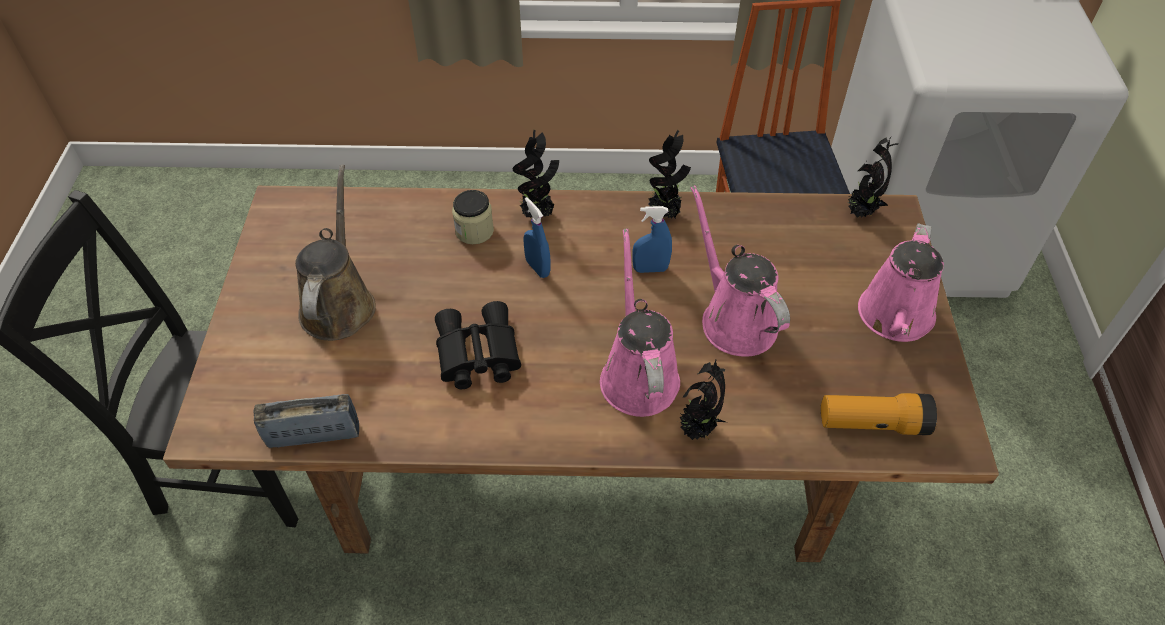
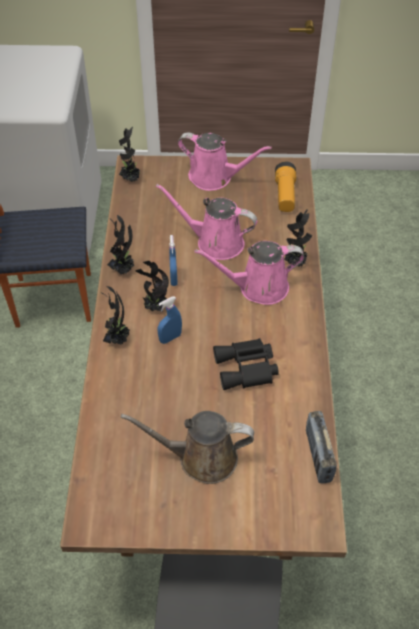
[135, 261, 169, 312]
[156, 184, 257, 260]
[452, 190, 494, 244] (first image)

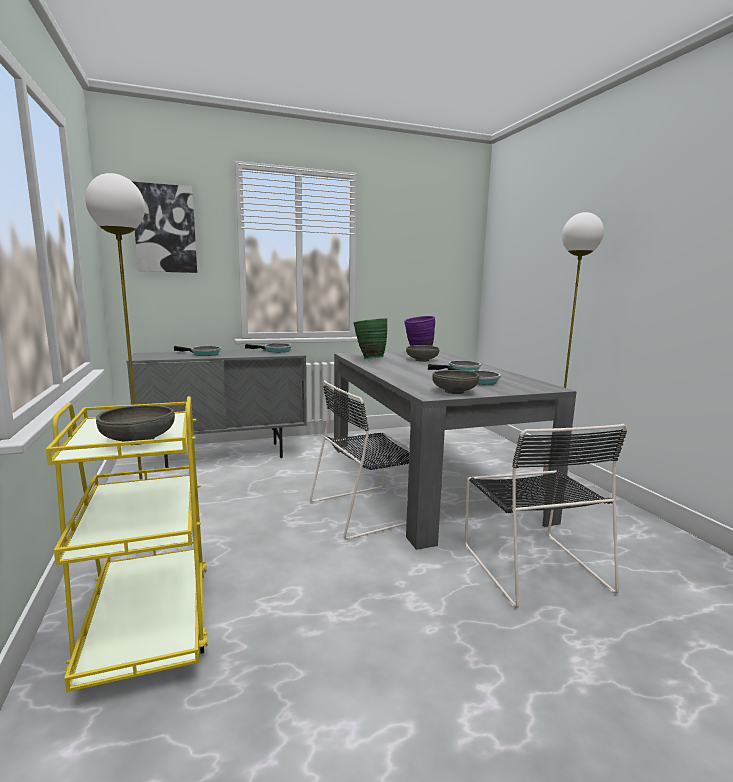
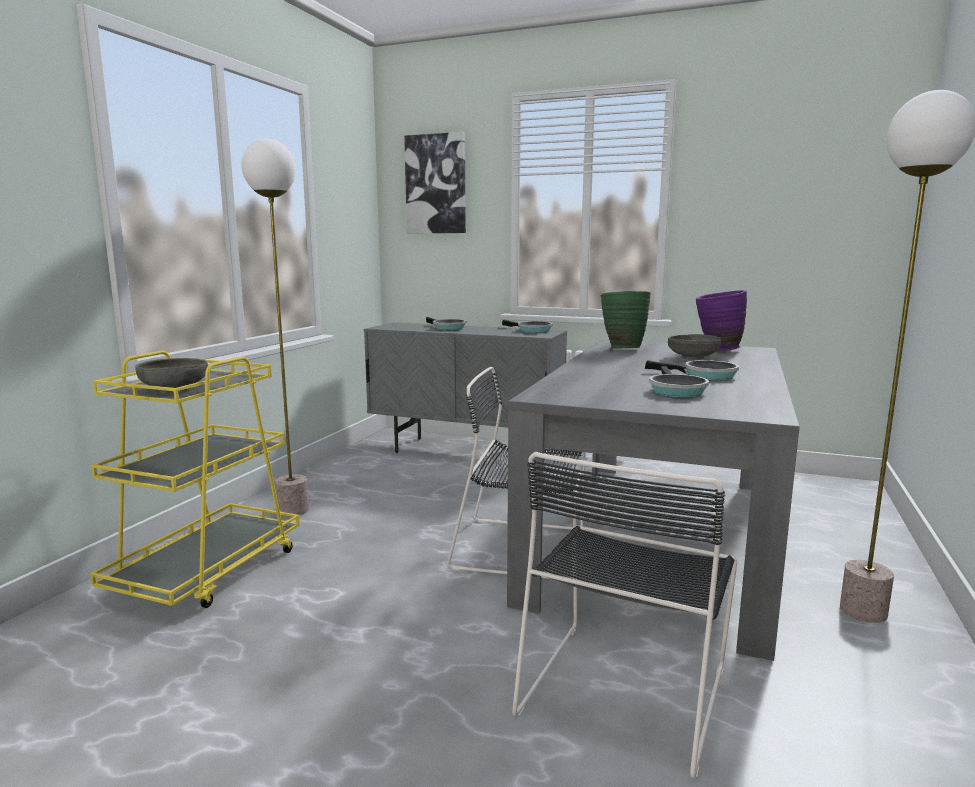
[432, 370, 479, 394] (first image)

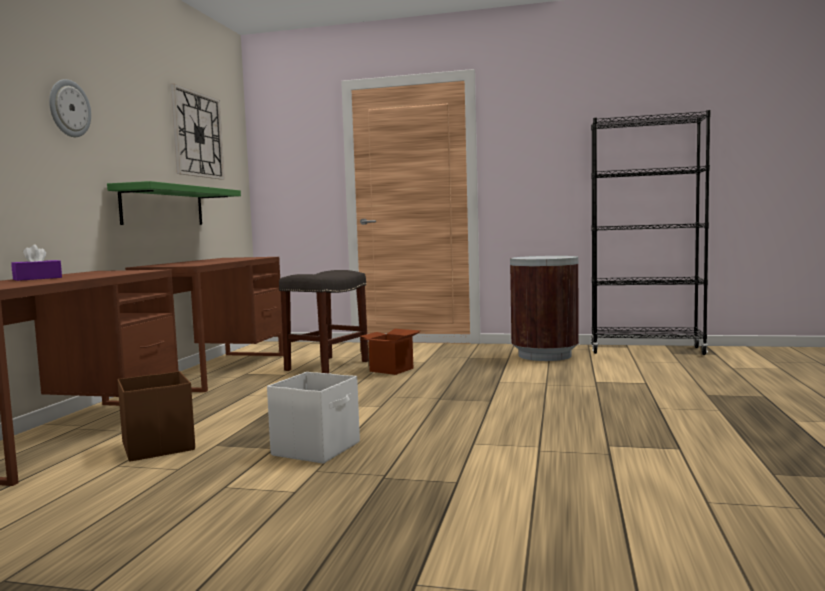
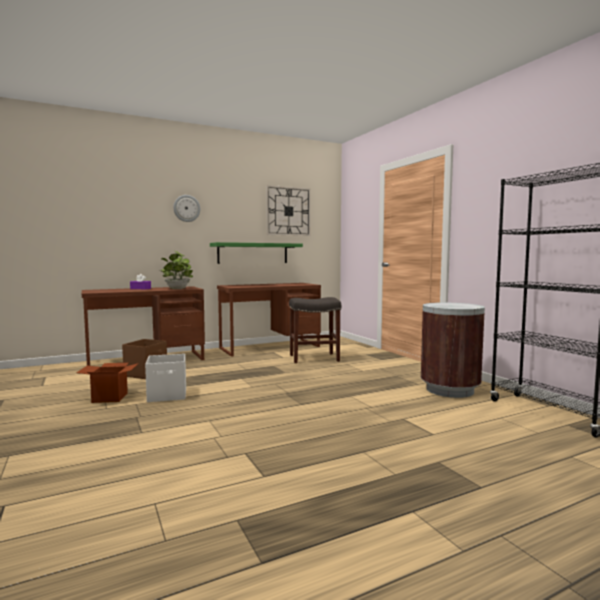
[76, 363, 139, 403]
[160, 251, 193, 289]

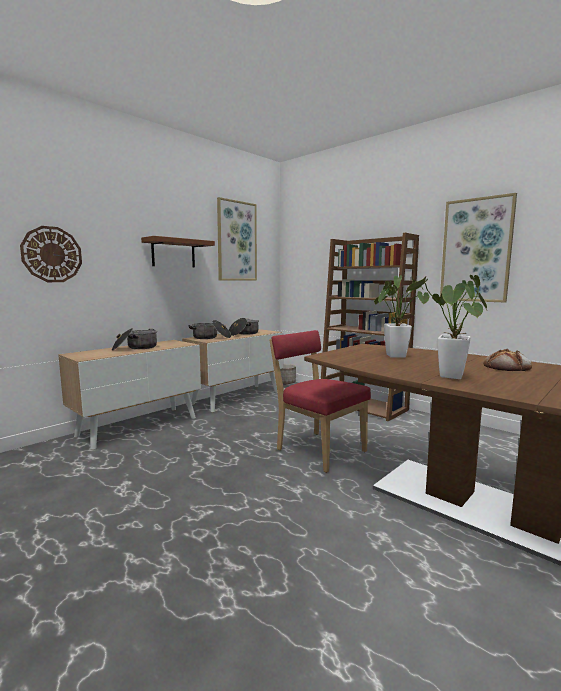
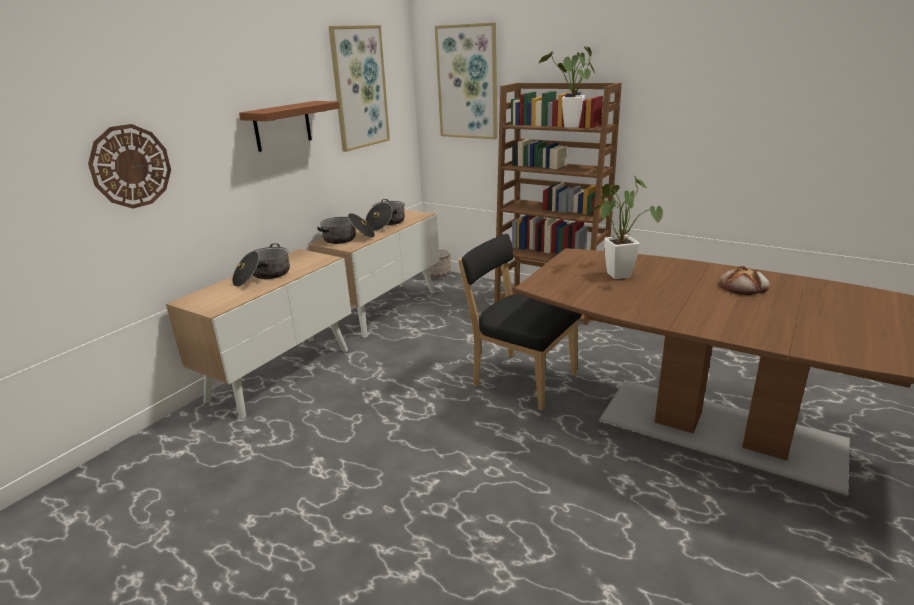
[435, 22, 498, 139]
[458, 234, 581, 411]
[539, 47, 595, 128]

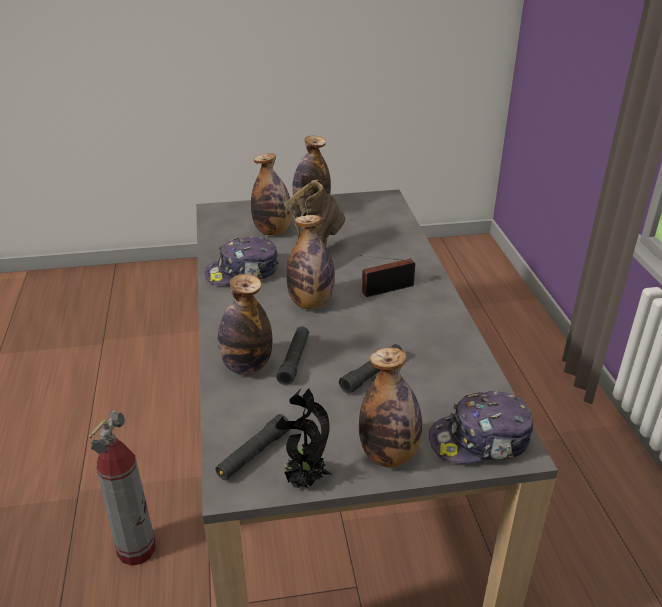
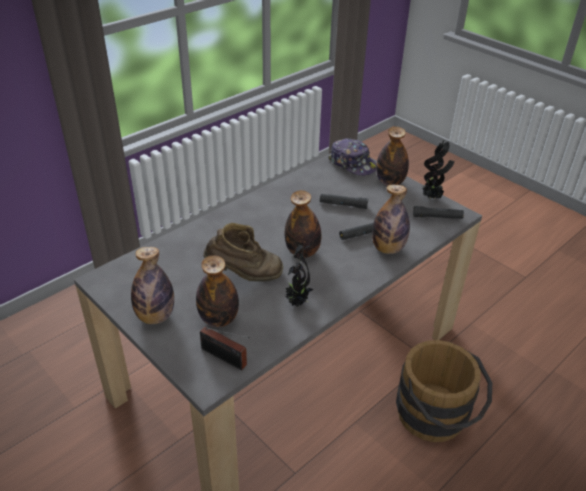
[200, 326, 250, 370]
[286, 242, 314, 307]
[396, 340, 492, 442]

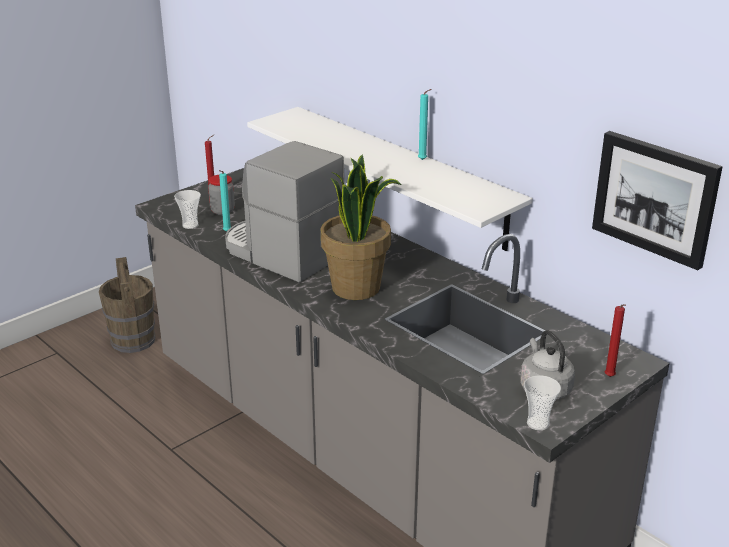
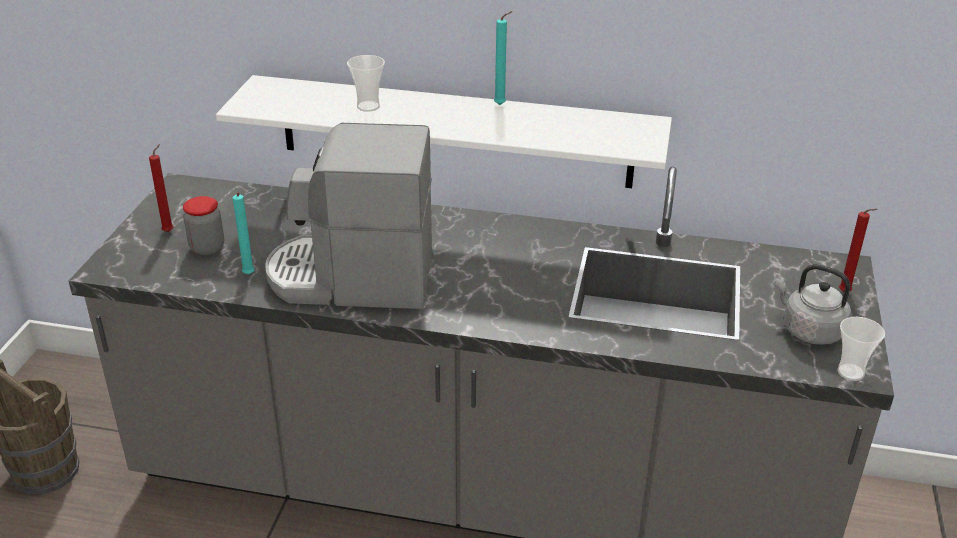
[347, 55, 385, 112]
[321, 154, 402, 300] (first image)
[592, 131, 723, 270] (first image)

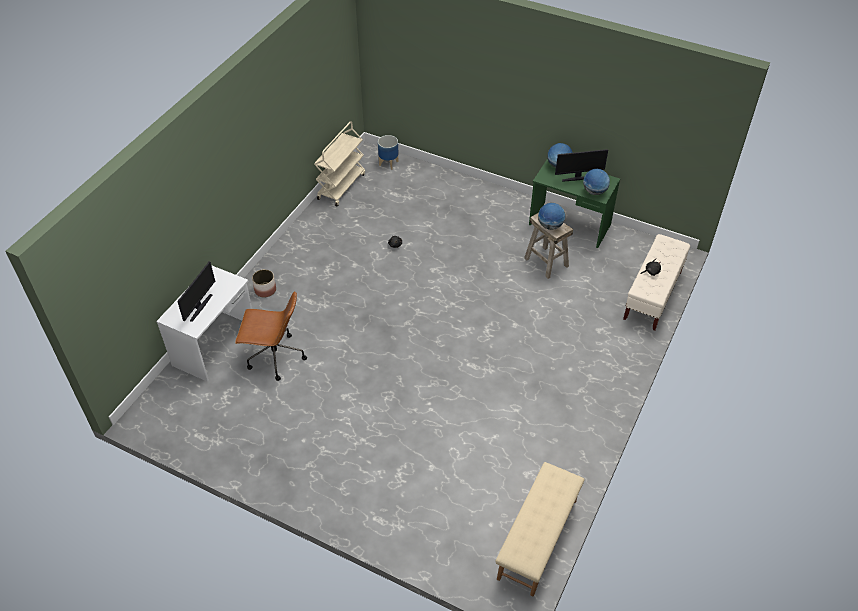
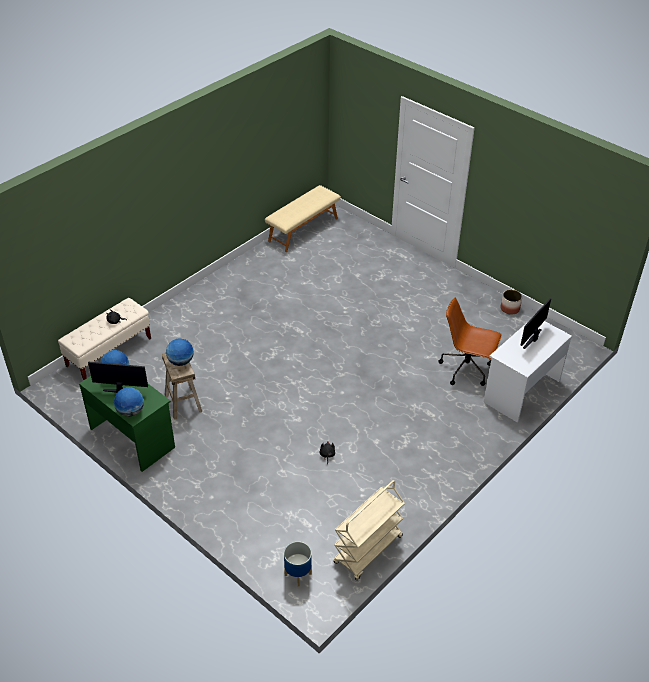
[500, 290, 522, 315]

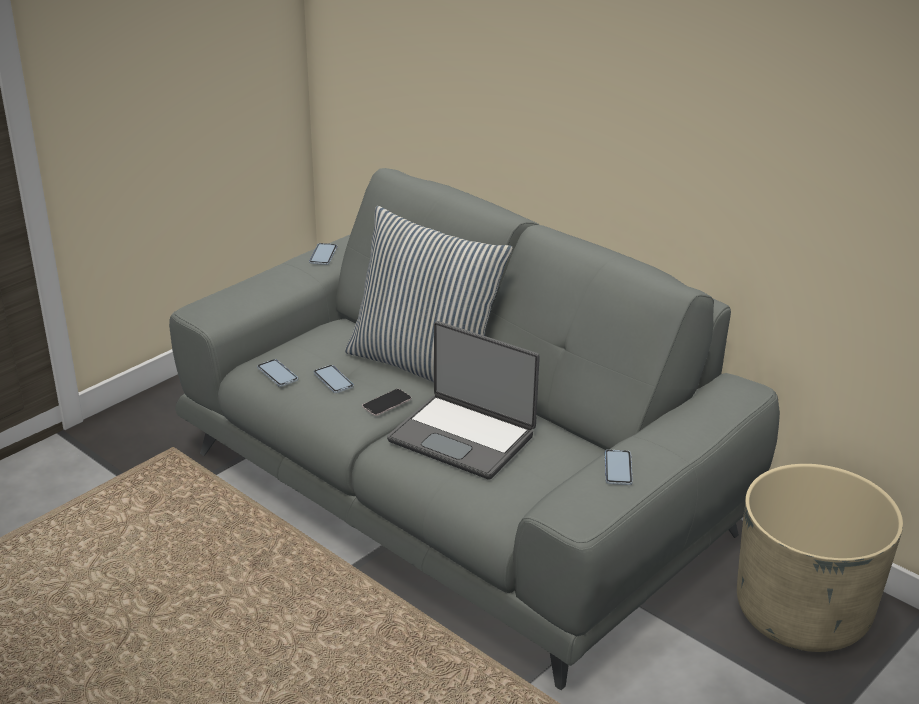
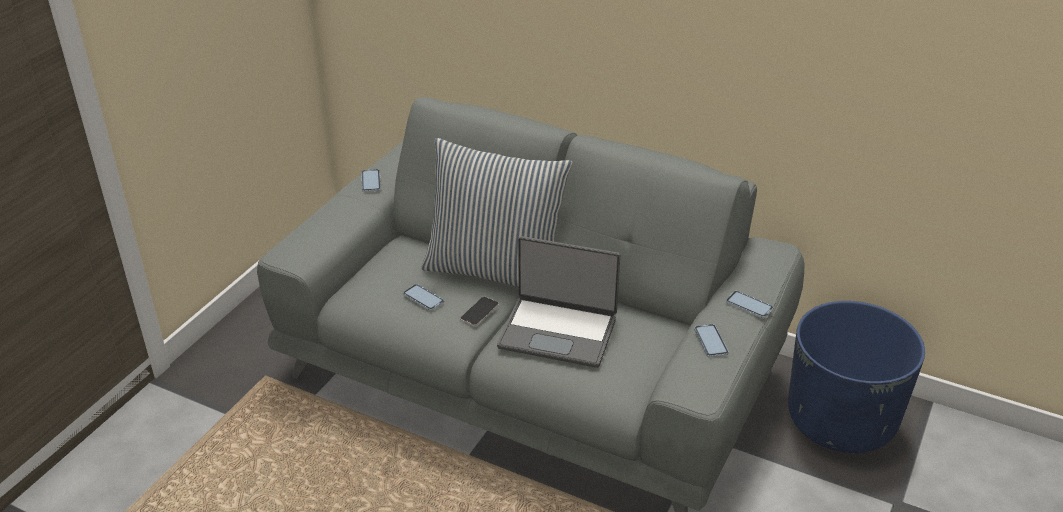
[726, 291, 774, 318]
[788, 301, 925, 453]

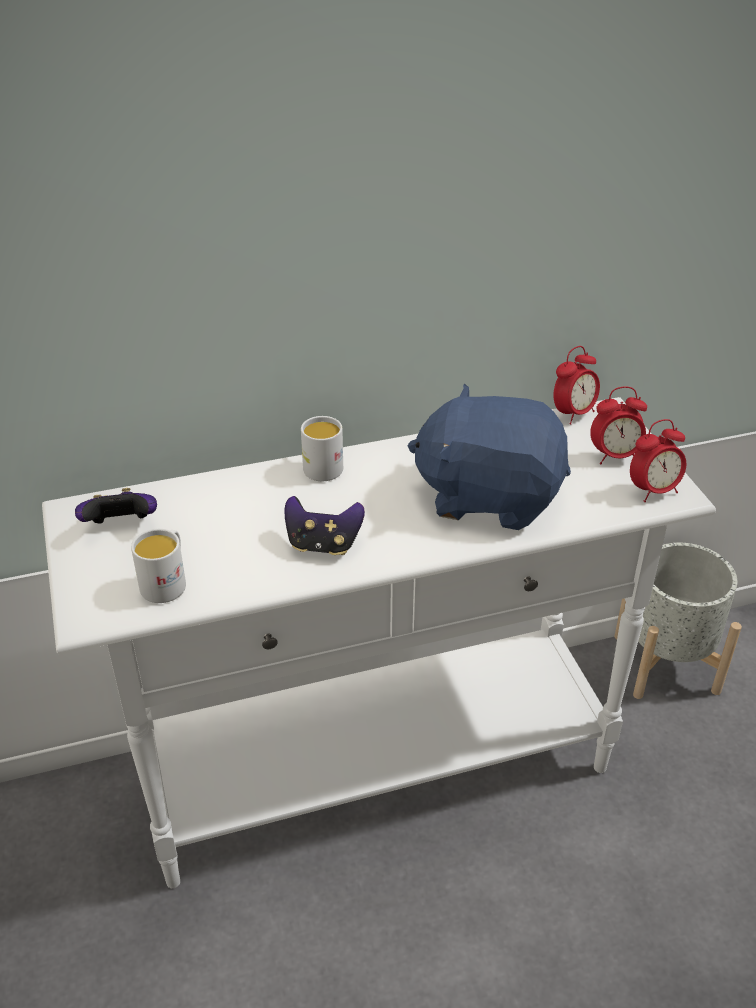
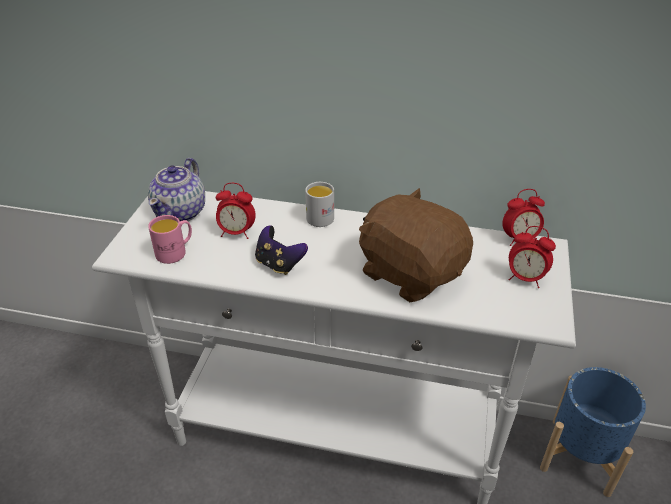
[148, 158, 205, 221]
[148, 215, 192, 264]
[216, 183, 256, 239]
[359, 188, 473, 302]
[540, 367, 646, 497]

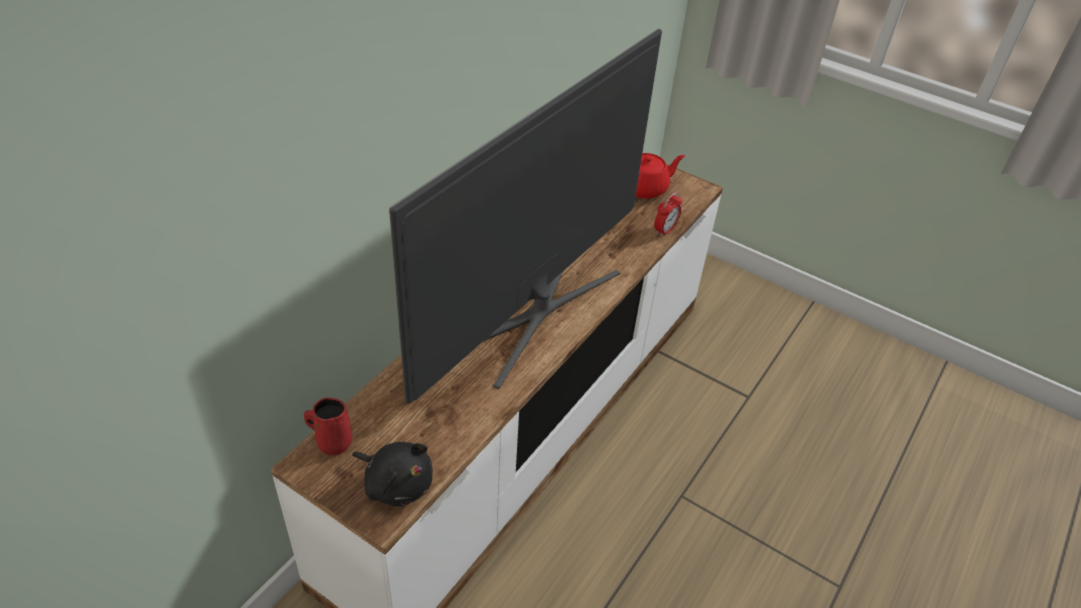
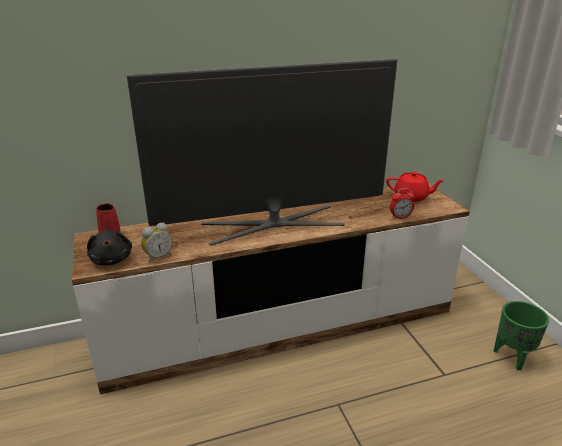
[141, 222, 172, 263]
[493, 301, 549, 370]

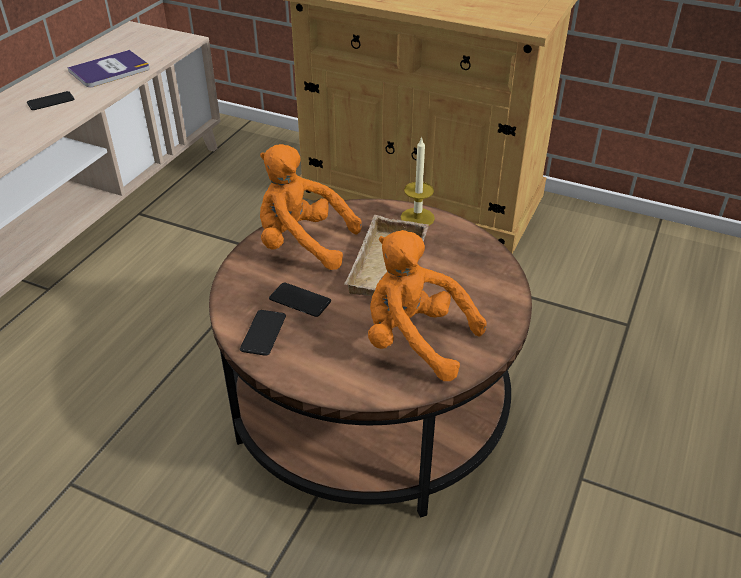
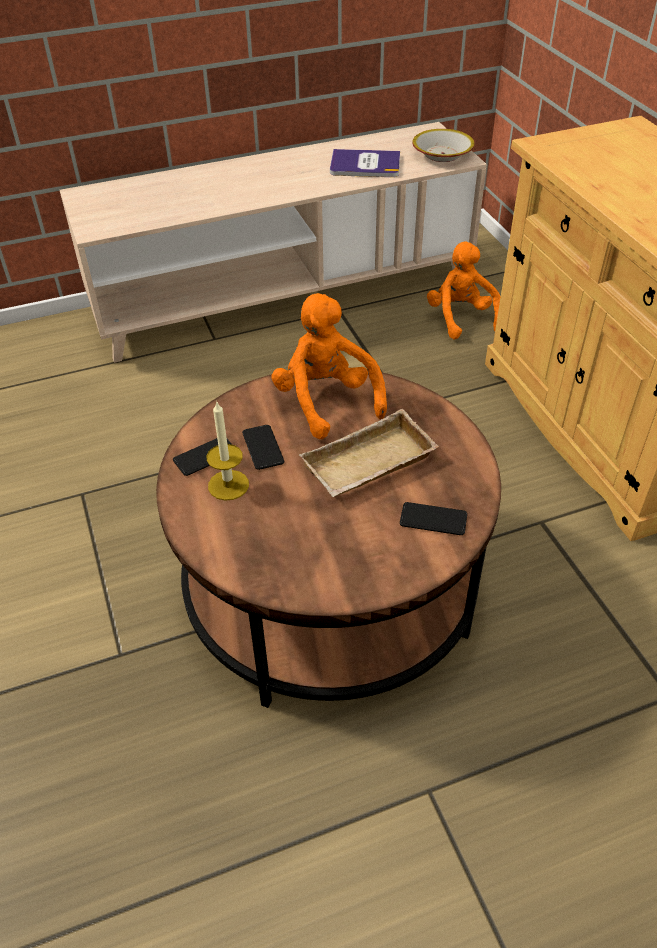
[207, 402, 249, 501]
[400, 502, 467, 535]
[412, 129, 475, 162]
[427, 241, 501, 340]

